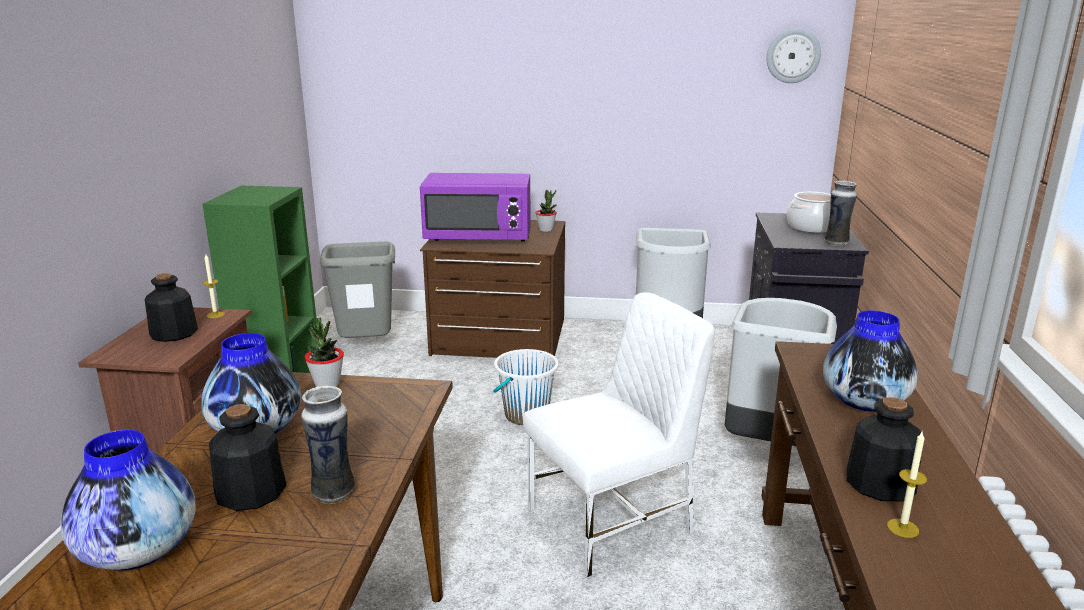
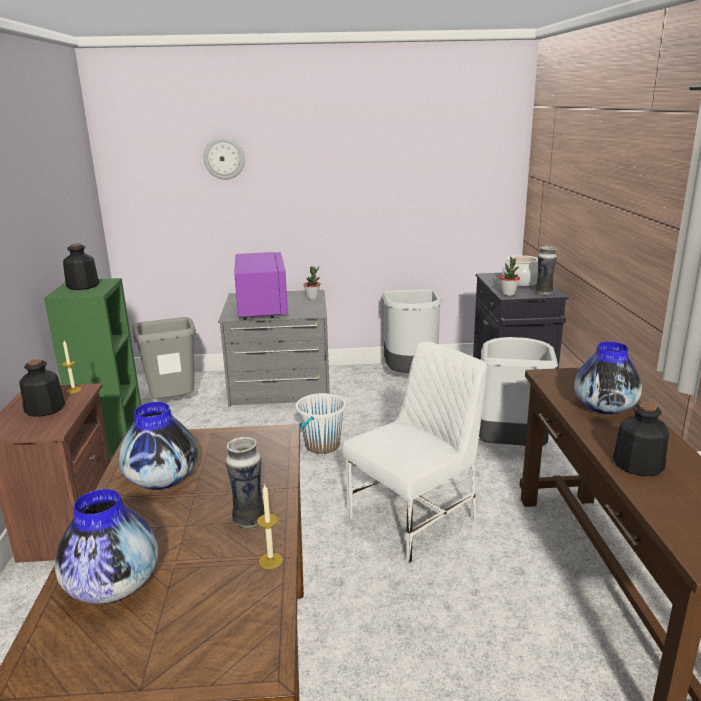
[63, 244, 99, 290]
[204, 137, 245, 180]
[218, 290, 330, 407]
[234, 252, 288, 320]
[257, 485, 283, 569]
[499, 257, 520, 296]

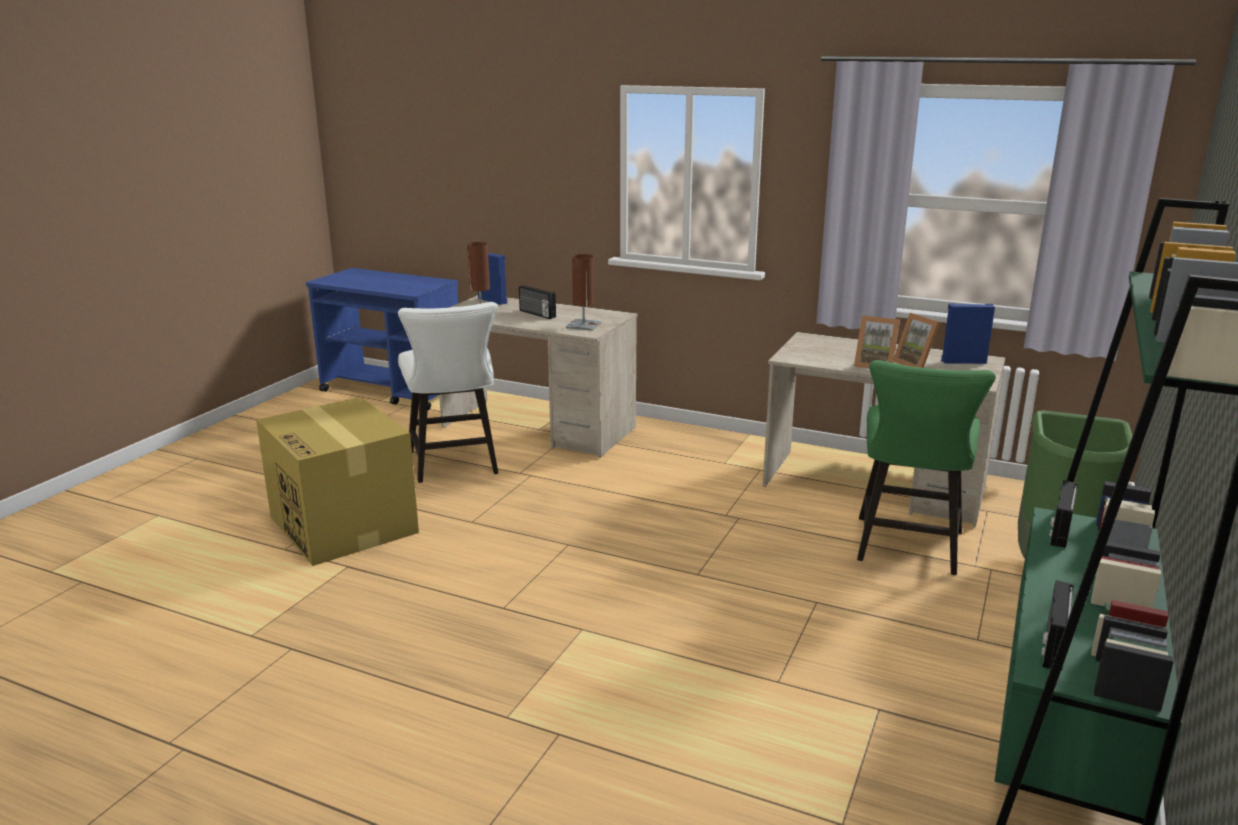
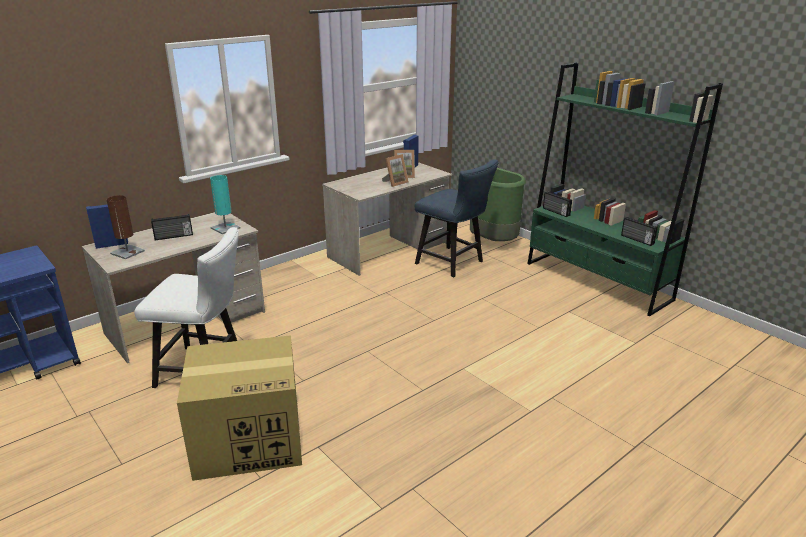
[210, 175, 241, 234]
[415, 159, 499, 277]

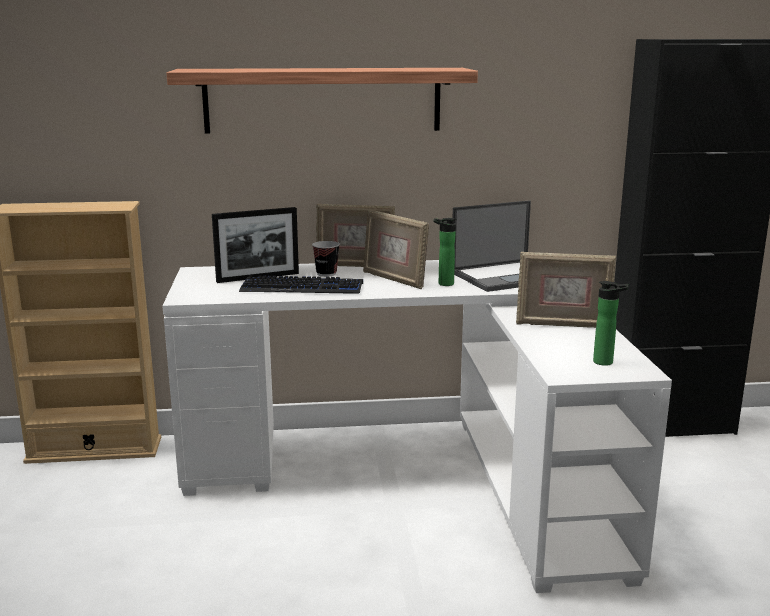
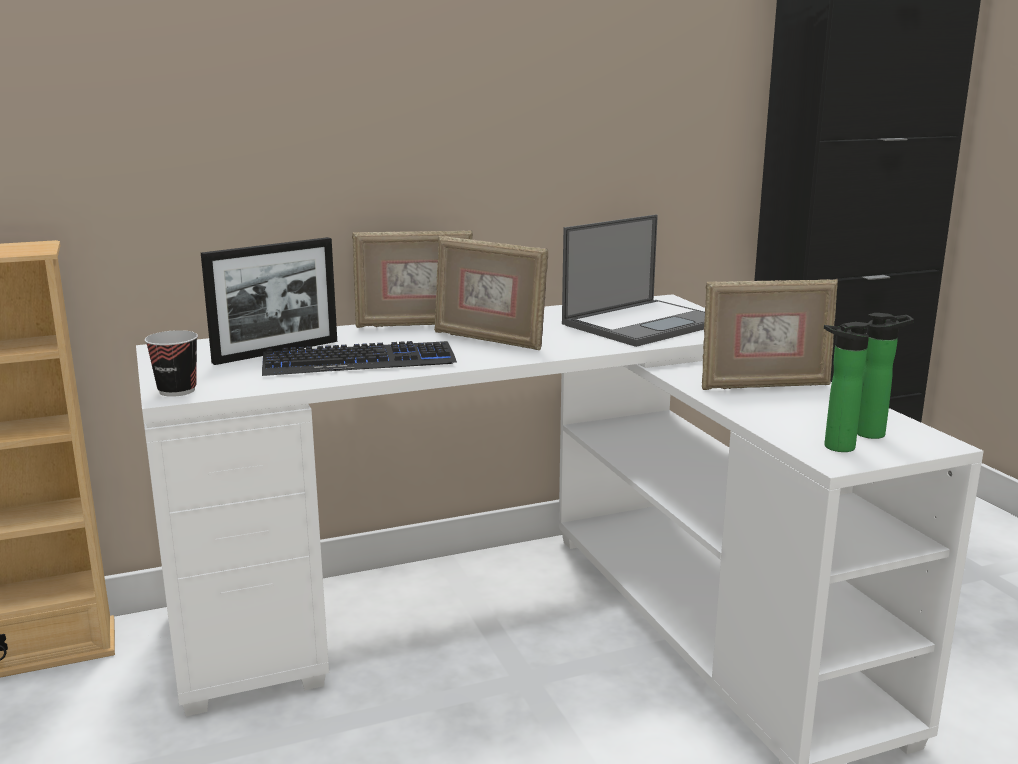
[145, 330, 198, 397]
[824, 322, 870, 452]
[166, 68, 478, 133] (first image)

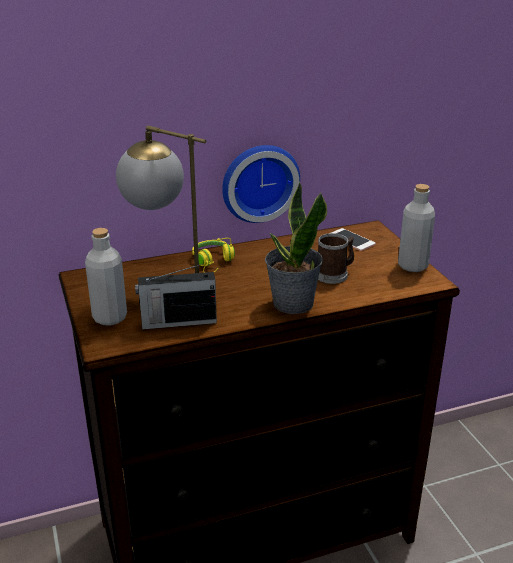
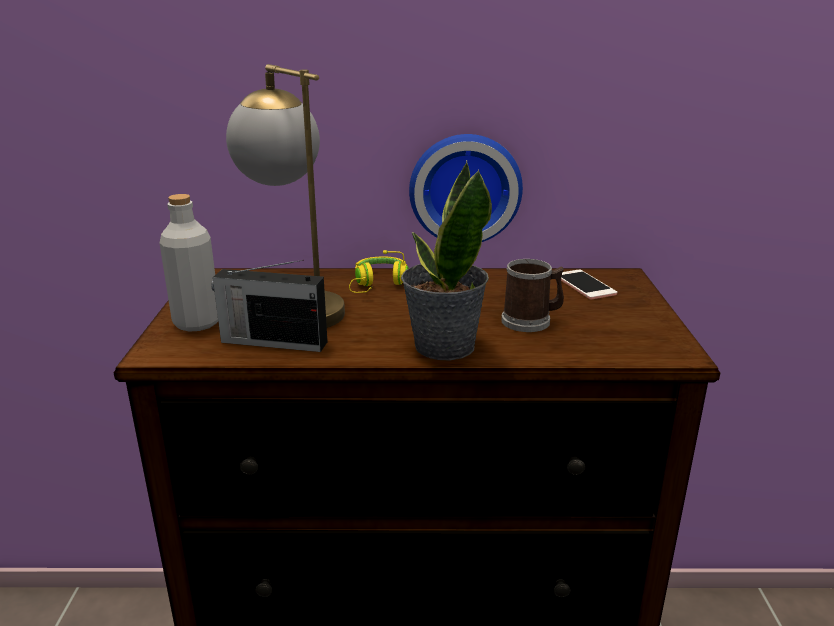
[398, 184, 435, 272] (first image)

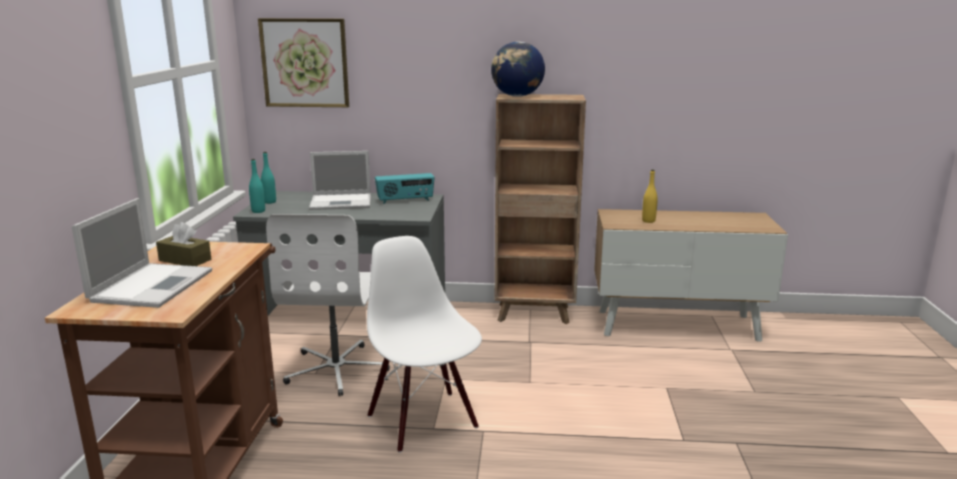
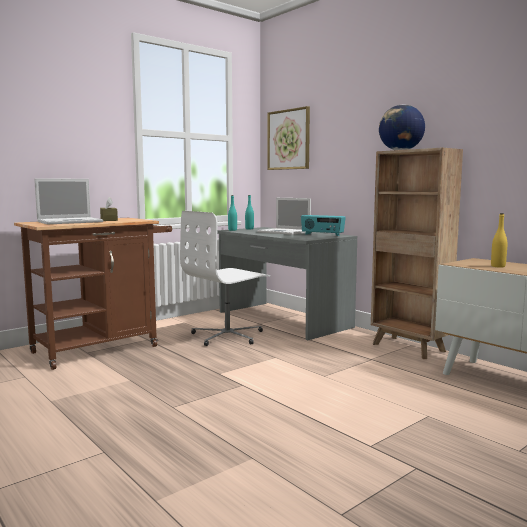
[367, 236, 482, 453] (first image)

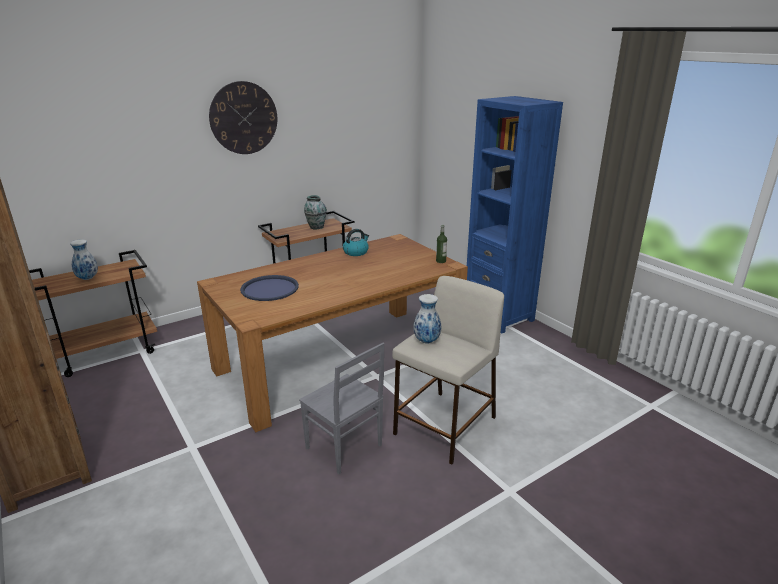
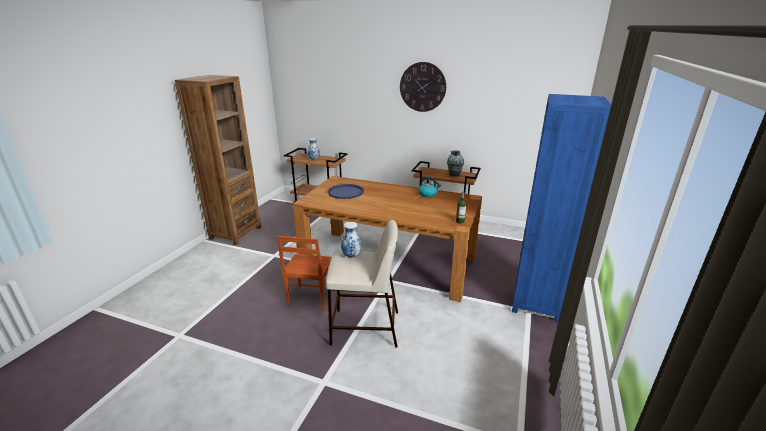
[277, 236, 334, 310]

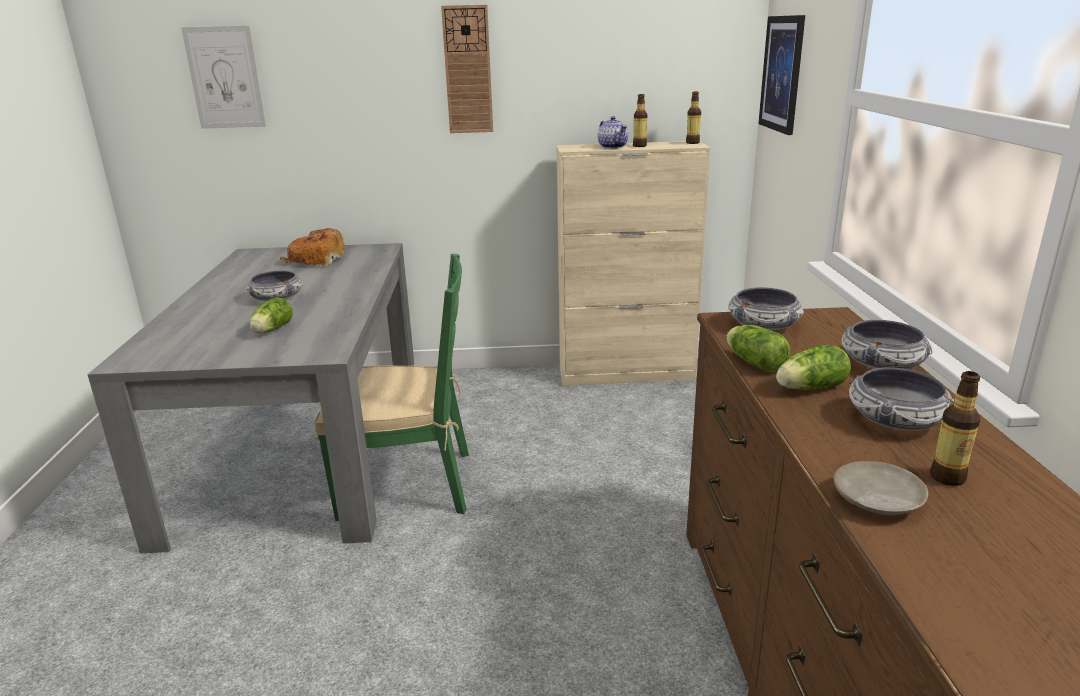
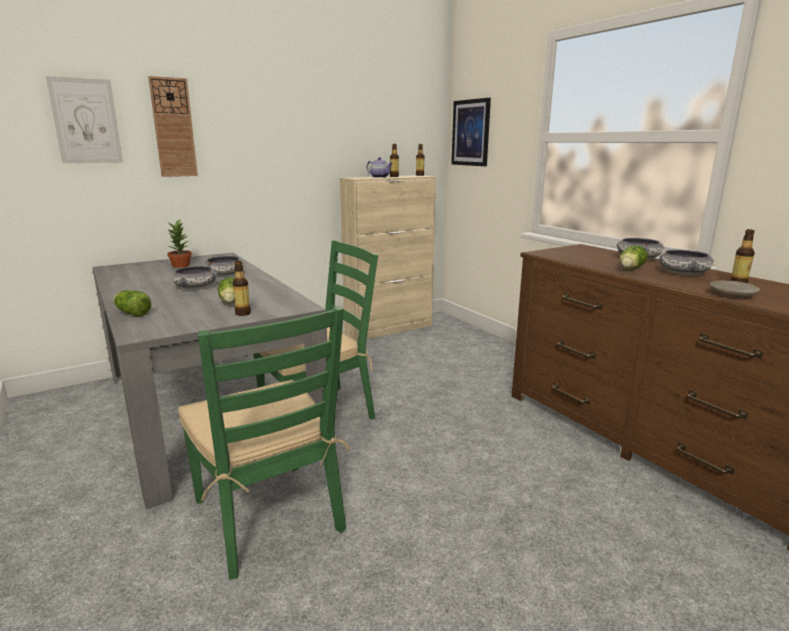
[113, 290, 151, 317]
[148, 76, 198, 177]
[166, 219, 192, 268]
[178, 306, 350, 580]
[203, 256, 244, 277]
[233, 261, 251, 316]

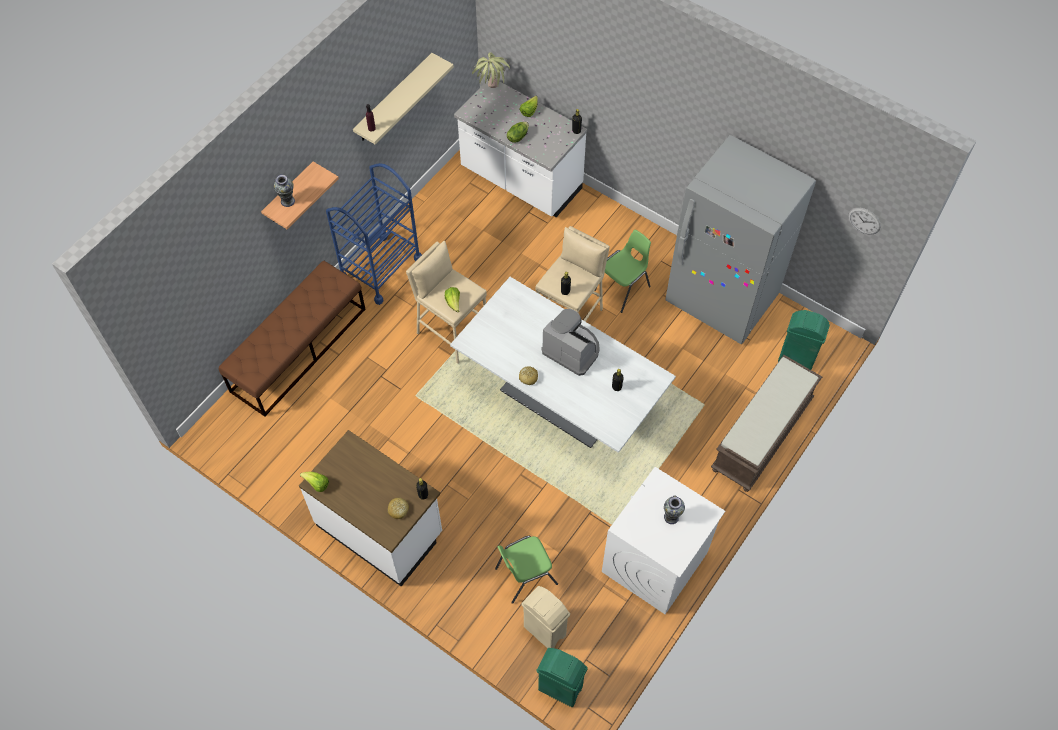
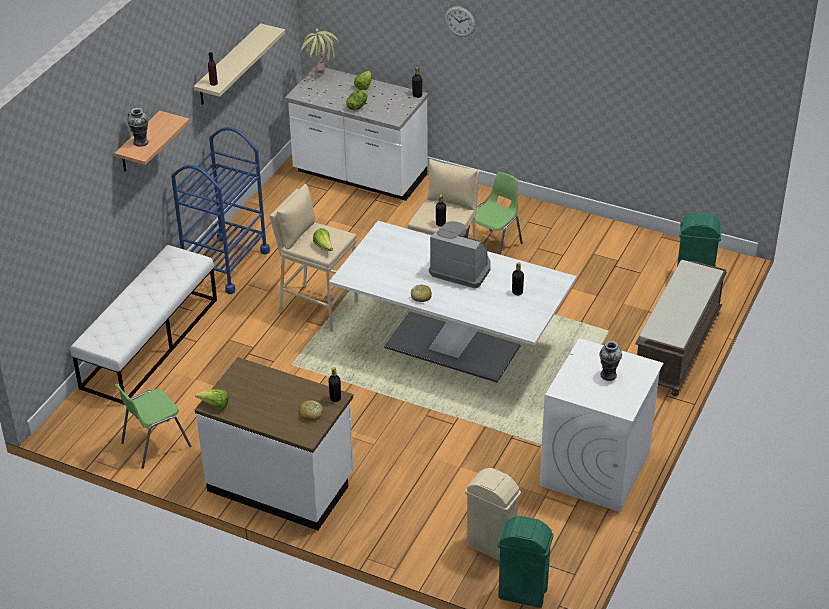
[70, 245, 217, 405]
[115, 384, 191, 469]
[445, 6, 476, 37]
[665, 135, 816, 344] (first image)

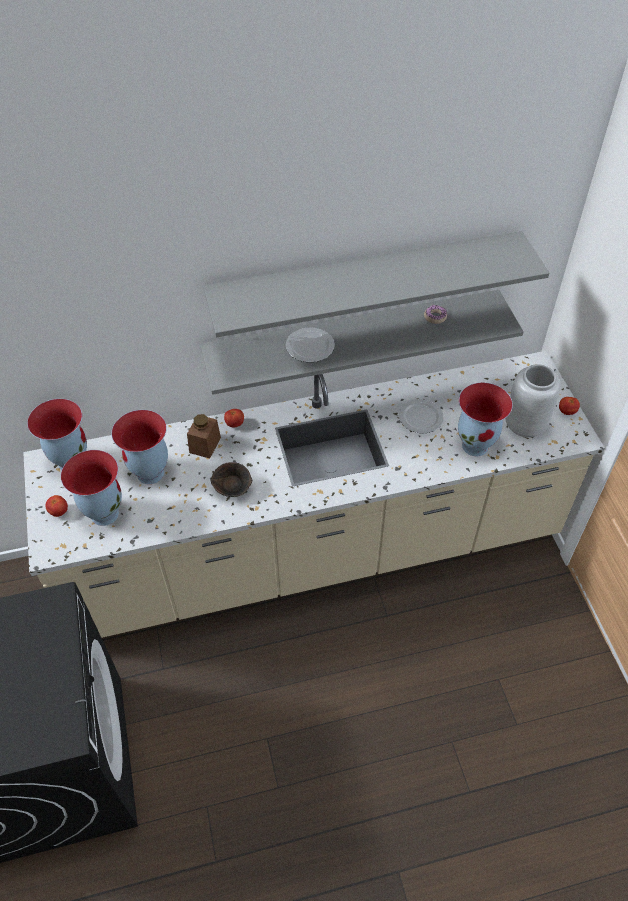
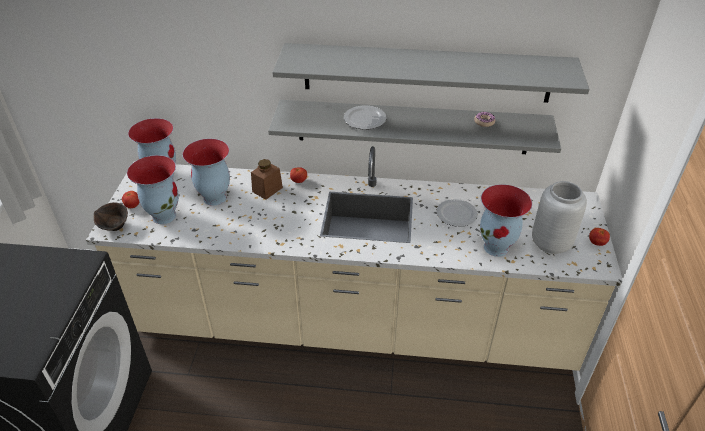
[94, 202, 128, 231]

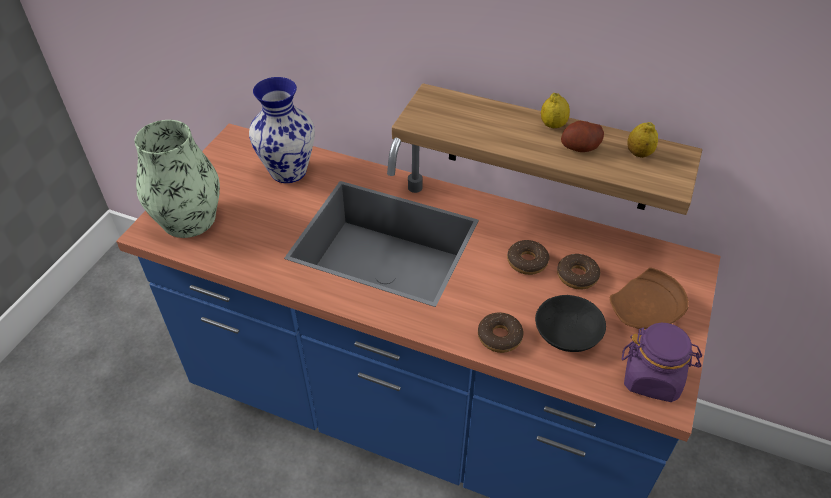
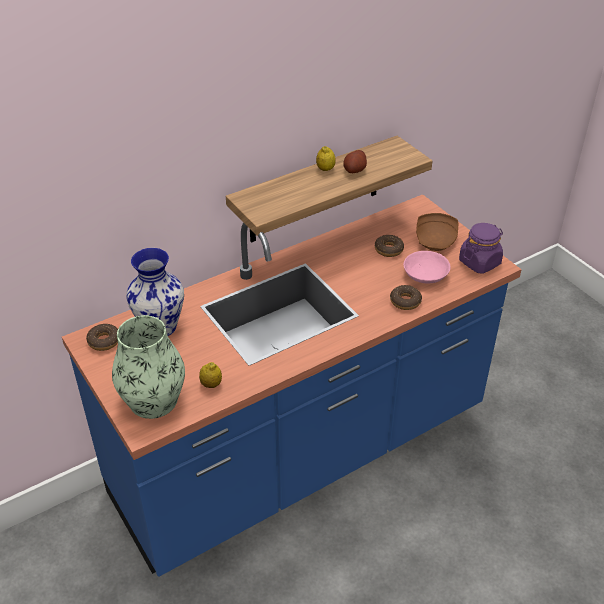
[86, 324, 118, 351]
[199, 362, 222, 388]
[403, 251, 450, 284]

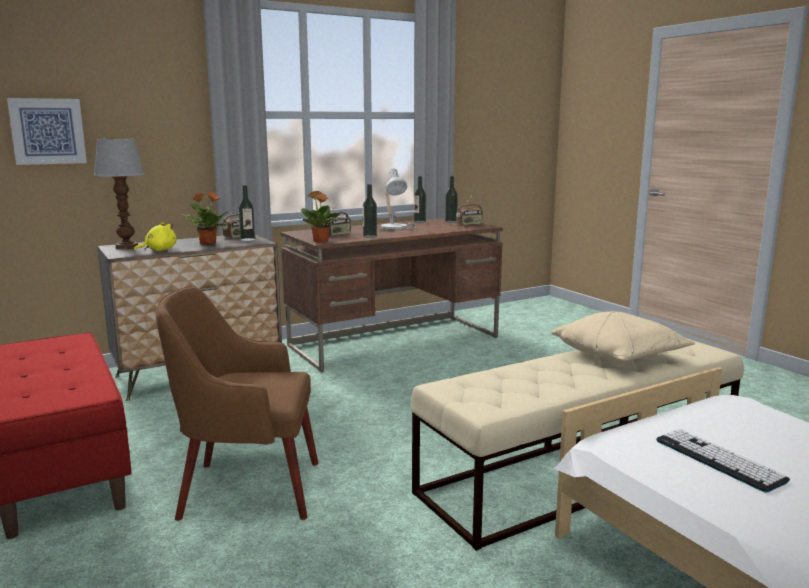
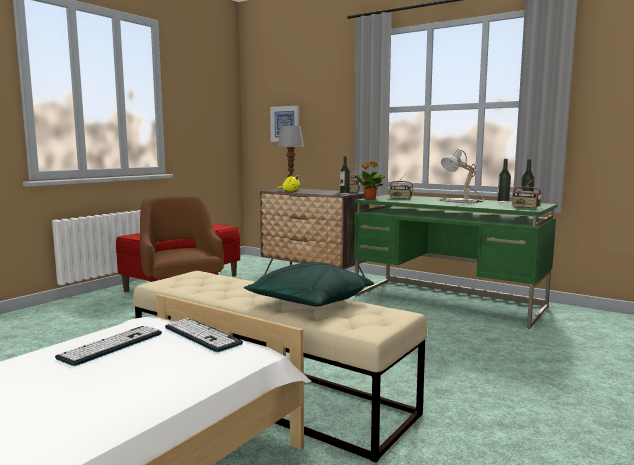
[165, 318, 243, 352]
[244, 262, 374, 307]
[354, 194, 557, 329]
[182, 192, 229, 245] (first image)
[363, 184, 377, 238] (first image)

